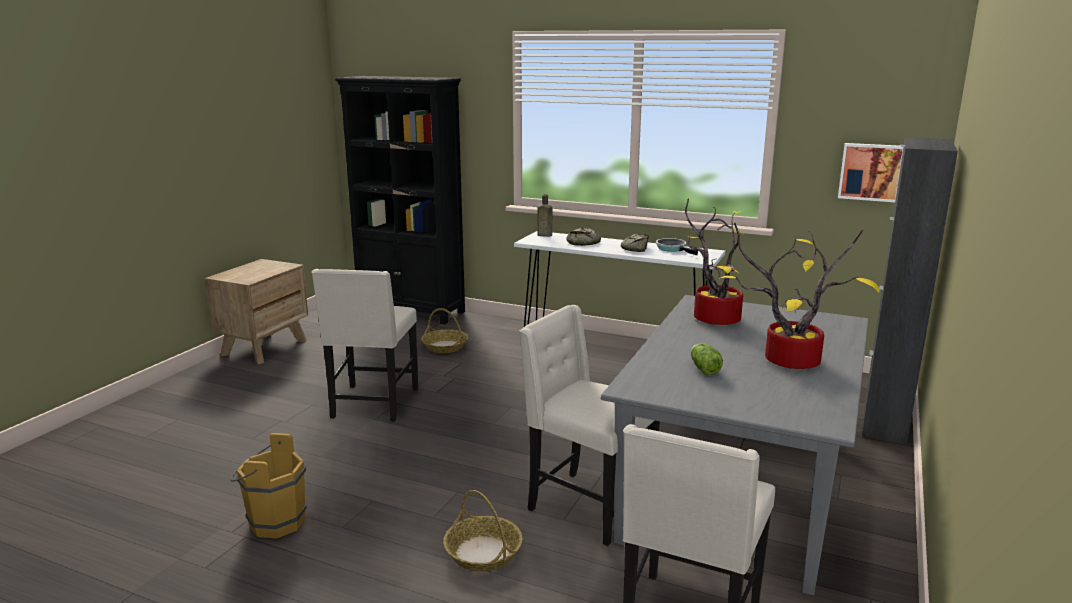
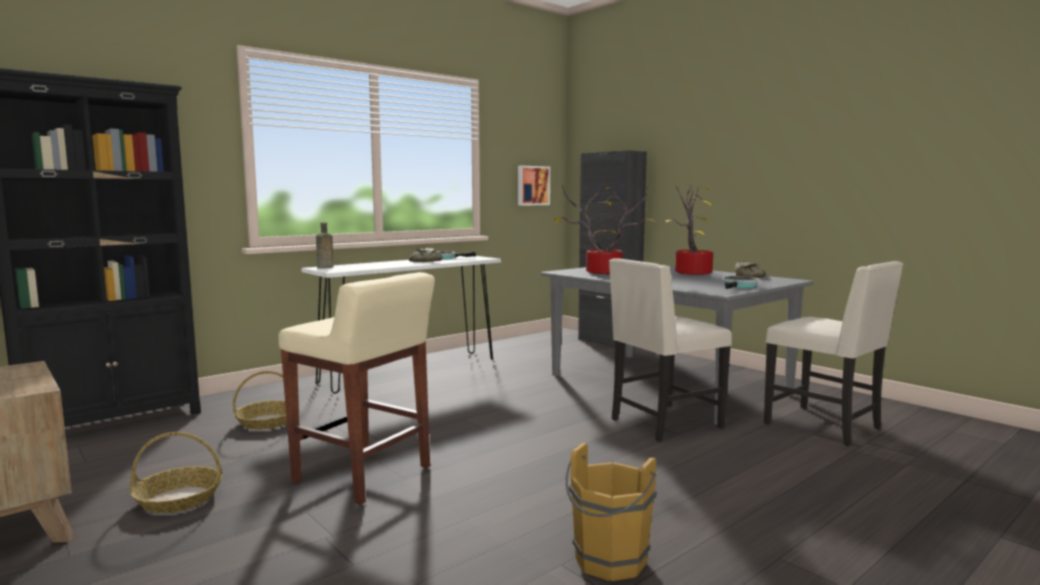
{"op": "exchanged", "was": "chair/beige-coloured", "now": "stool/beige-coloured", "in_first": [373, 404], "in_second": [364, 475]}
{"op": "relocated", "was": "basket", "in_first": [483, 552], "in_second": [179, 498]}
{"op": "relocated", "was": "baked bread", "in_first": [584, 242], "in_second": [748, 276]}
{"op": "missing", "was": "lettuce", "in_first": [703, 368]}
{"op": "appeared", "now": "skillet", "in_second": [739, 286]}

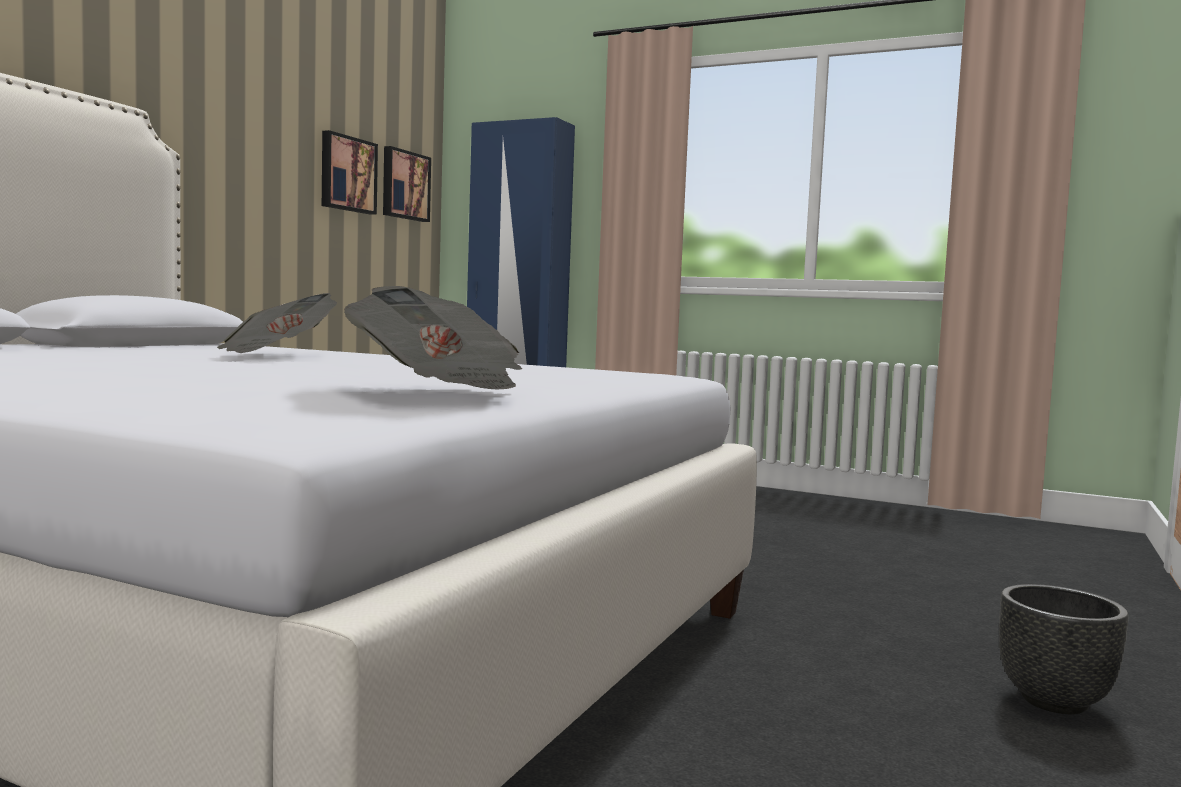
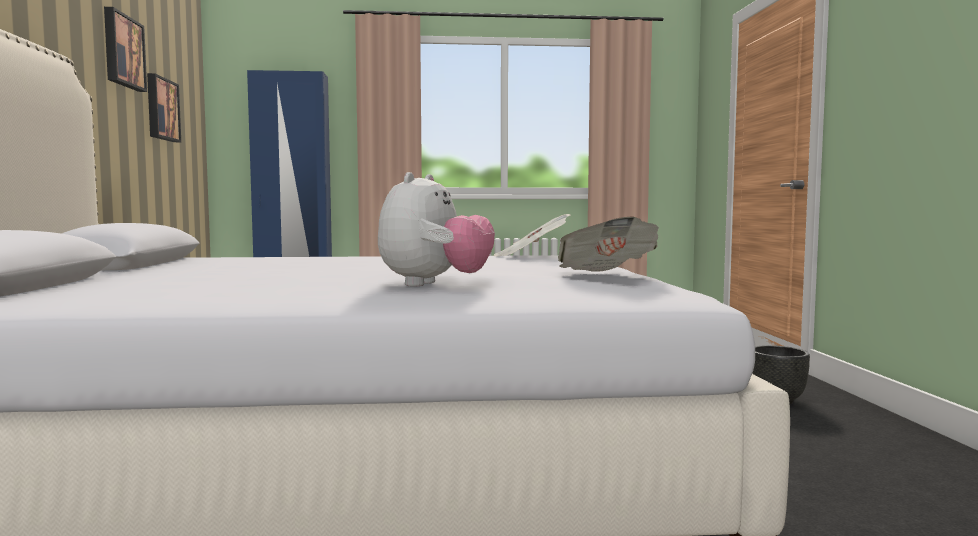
{"op": "relocated", "was": "newspaper", "in_first": [277, 356], "in_second": [531, 256]}
{"op": "relocated", "was": "wall art", "in_first": [404, 185], "in_second": [122, 51]}
{"op": "appeared", "now": "plush toy", "in_second": [434, 284]}

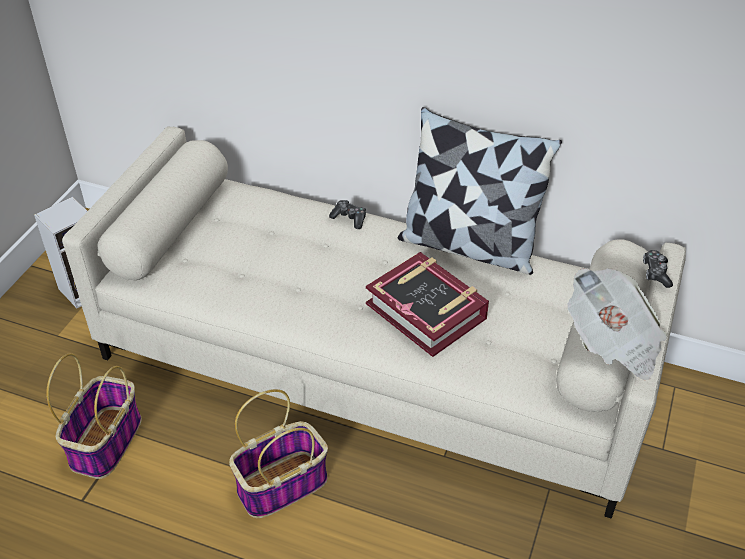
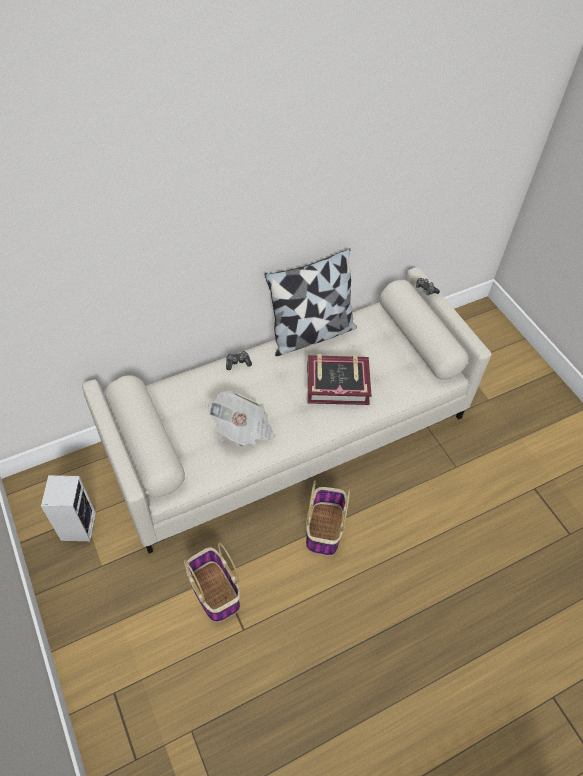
{"op": "relocated", "was": "newspaper", "in_first": [613, 342], "in_second": [243, 429]}

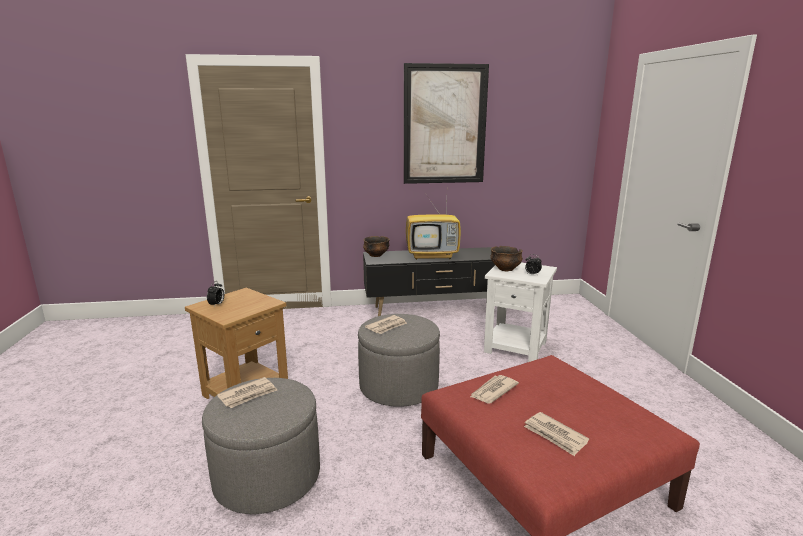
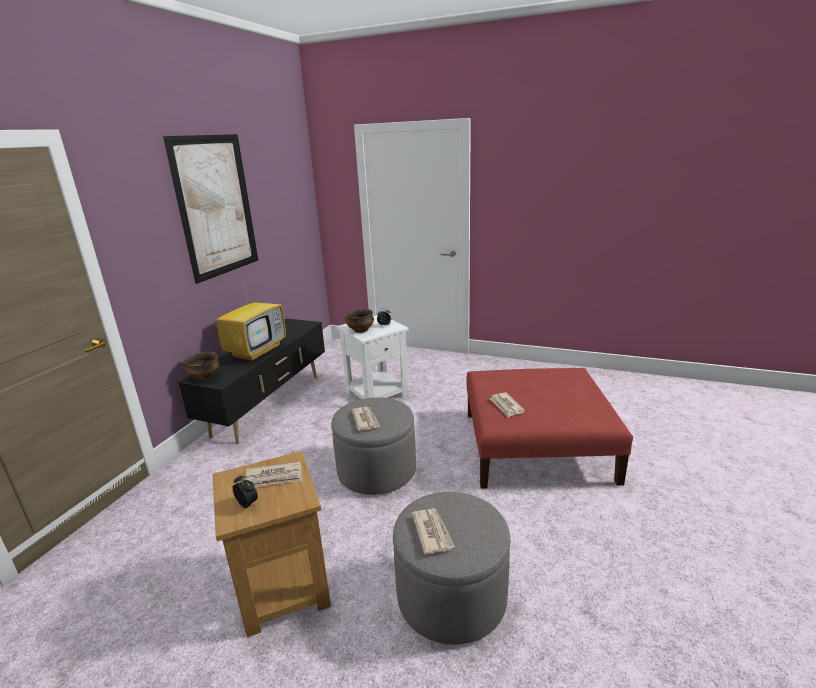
{"op": "relocated", "was": "newspaper", "in_first": [555, 435], "in_second": [274, 477]}

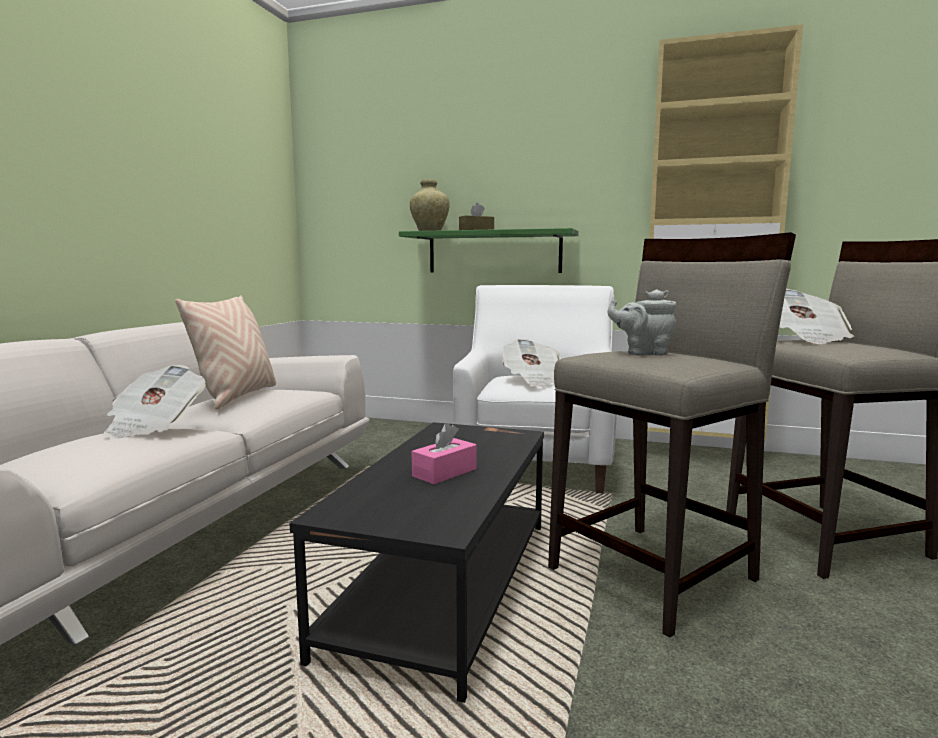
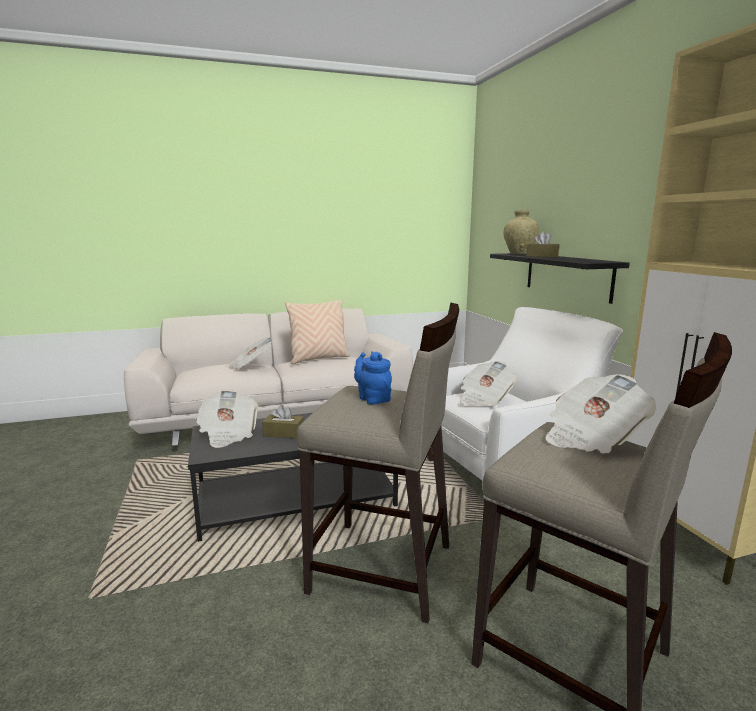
{"op": "colour", "was": "wall shelf/green-coloured", "now": "wall shelf/black-coloured", "in_first": [494, 252], "in_second": [567, 275]}
{"op": "colour", "was": "tissue box/pinkish", "now": "tissue box/brown", "in_first": [444, 472], "in_second": [283, 433]}
{"op": "colour", "was": "pot for tea/grey", "now": "pot for tea/bluish", "in_first": [643, 353], "in_second": [372, 398]}
{"op": "appeared", "now": "newspaper", "in_second": [228, 434]}

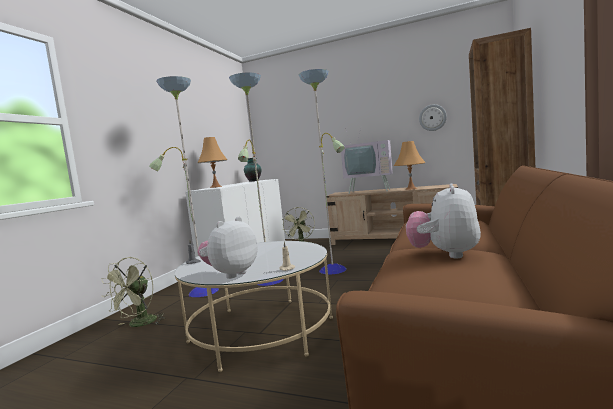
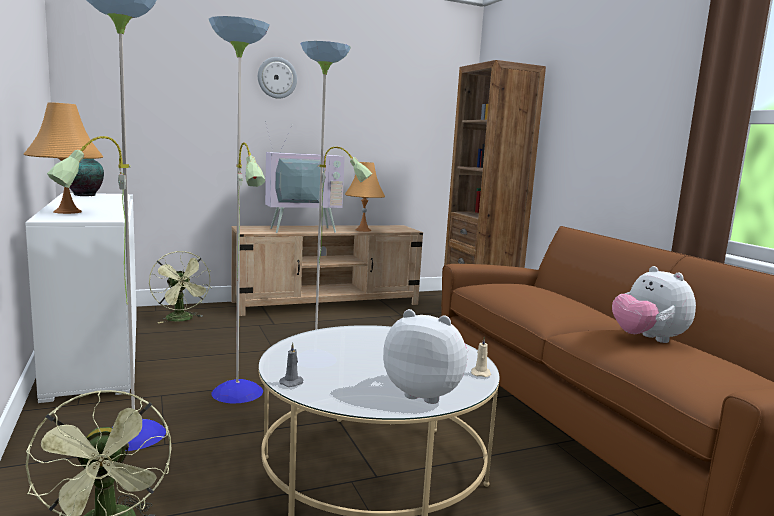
{"op": "spun", "was": "plush toy", "in_first": [231, 274], "in_second": [425, 393], "clockwise": 120}
{"op": "relocated", "was": "wall clock", "in_first": [432, 117], "in_second": [277, 78]}

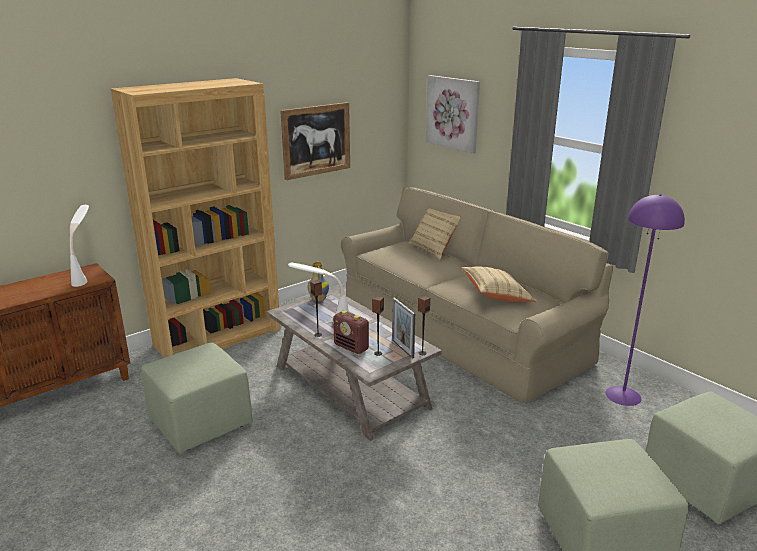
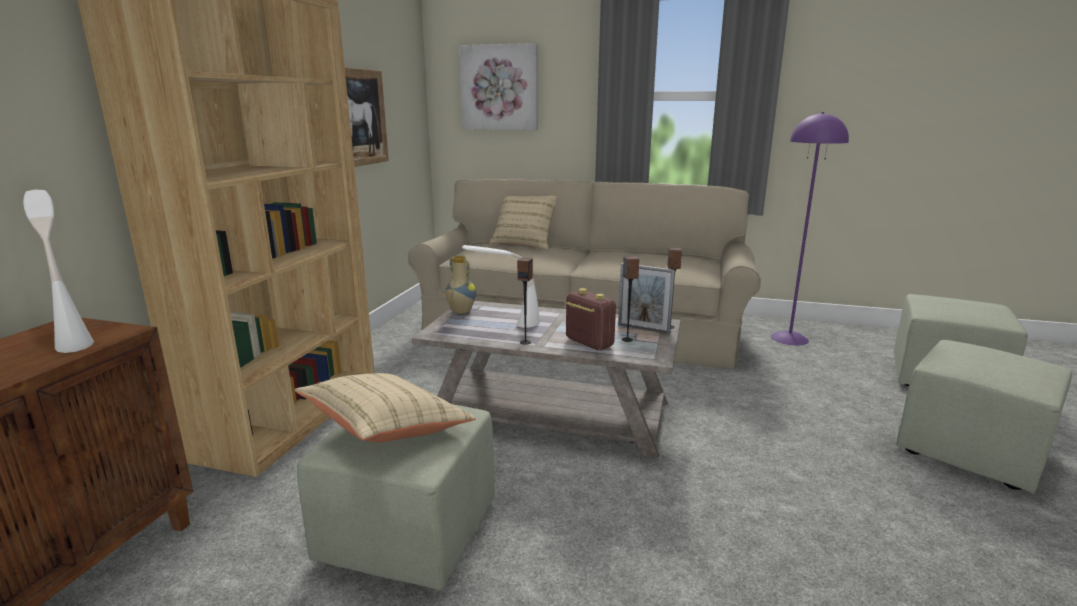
{"op": "spun", "was": "radio", "in_first": [351, 347], "in_second": [588, 343], "clockwise": -135}
{"op": "relocated", "was": "cushion/beige-coloured", "in_first": [496, 295], "in_second": [387, 429]}

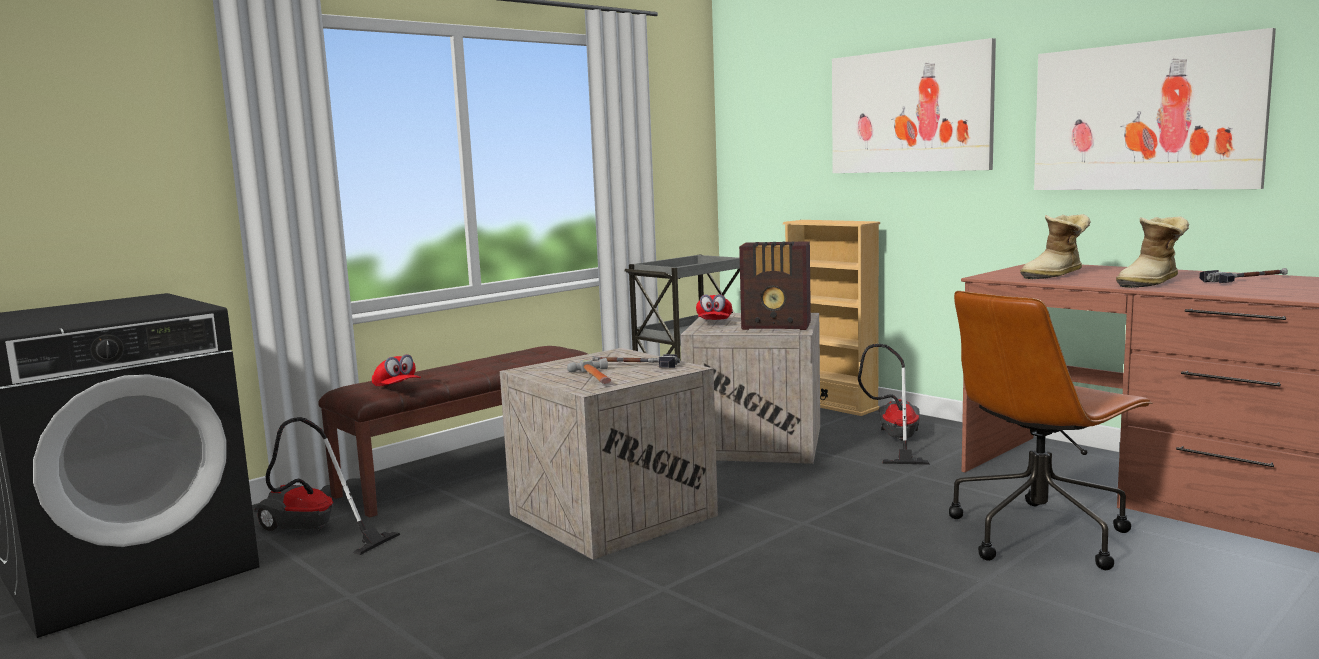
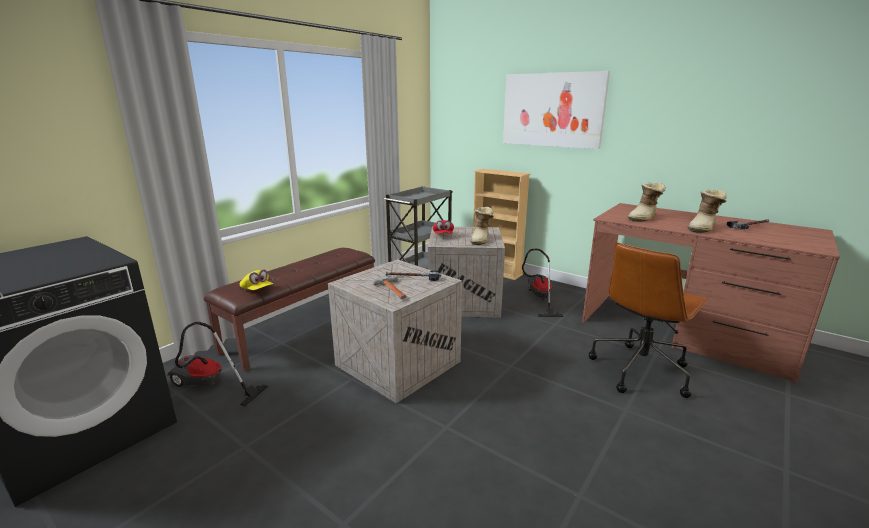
{"op": "colour", "was": "cap/reddish", "now": "cap/yellow-coloured", "in_first": [397, 388], "in_second": [257, 290]}
{"op": "exchanged", "was": "radio", "now": "boot", "in_first": [777, 326], "in_second": [481, 239]}
{"op": "missing", "was": "wall art", "in_first": [1145, 116]}

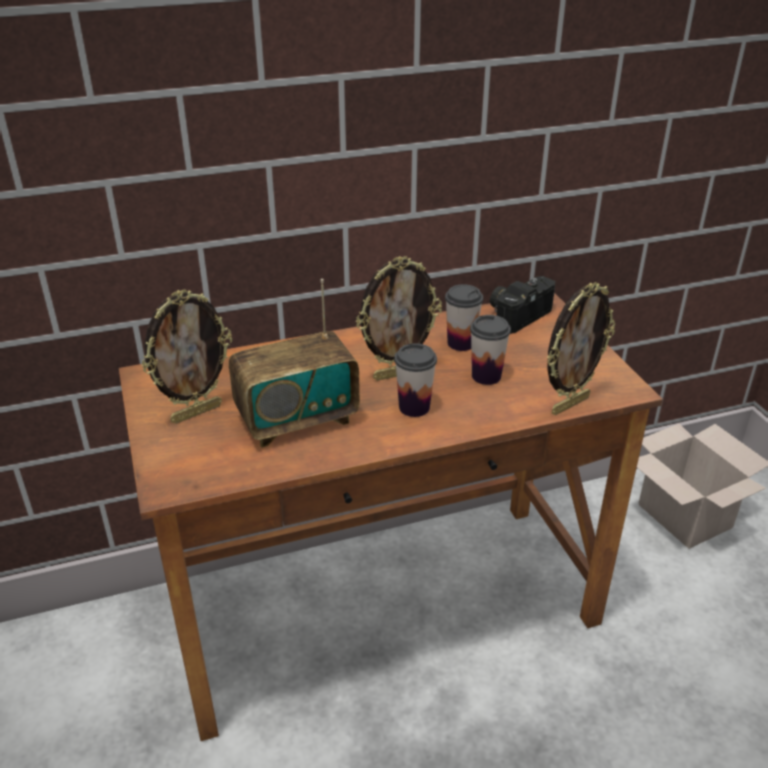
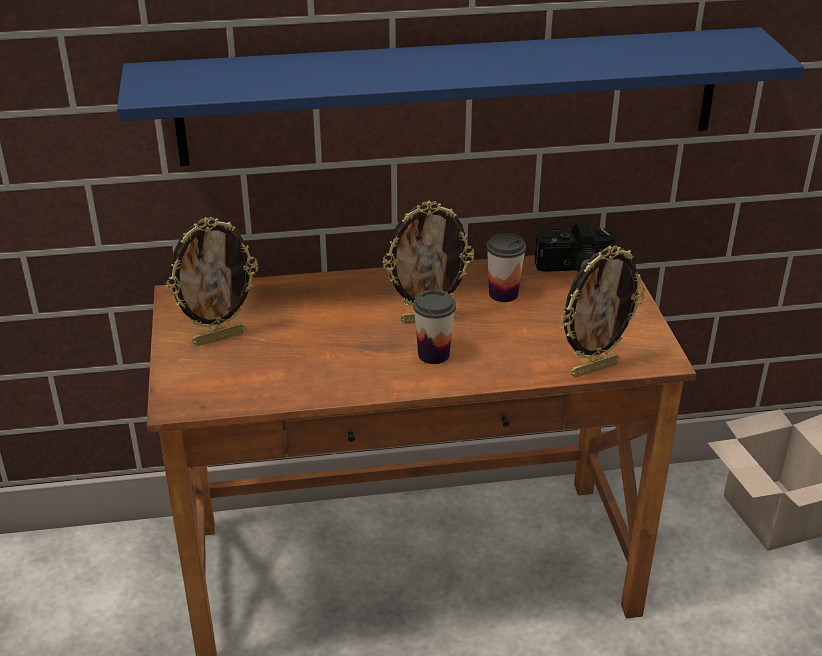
{"op": "missing", "was": "radio", "in_first": [297, 420]}
{"op": "missing", "was": "drinking cup", "in_first": [486, 376]}
{"op": "spun", "was": "photo camera", "in_first": [517, 314], "in_second": [574, 269], "clockwise": -150}
{"op": "appeared", "now": "wall shelf/bluish", "in_second": [451, 96]}

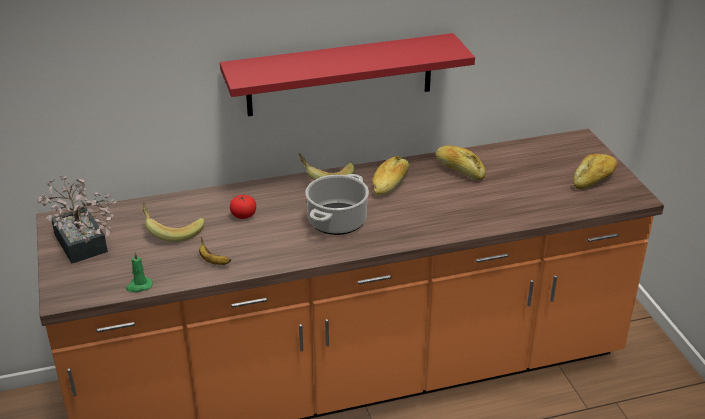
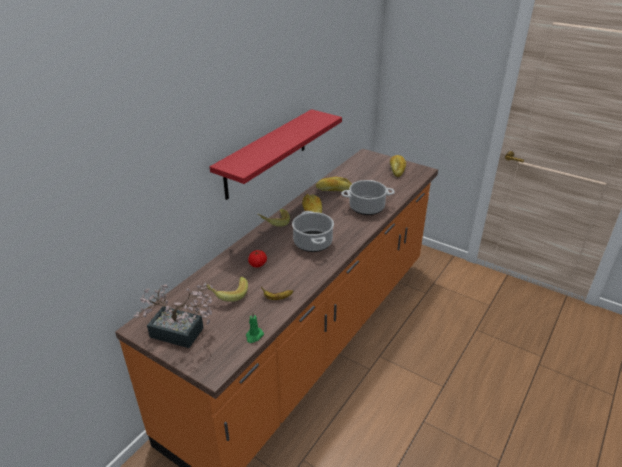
{"op": "appeared", "now": "cooking pot", "in_second": [367, 207]}

